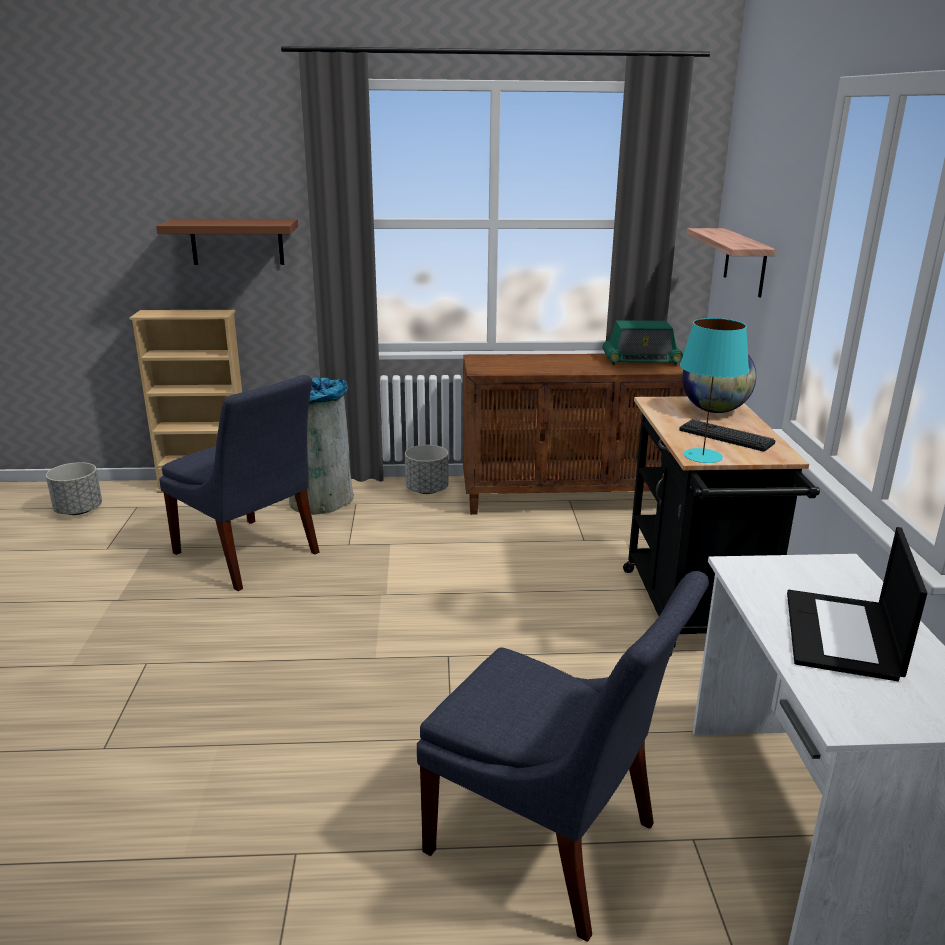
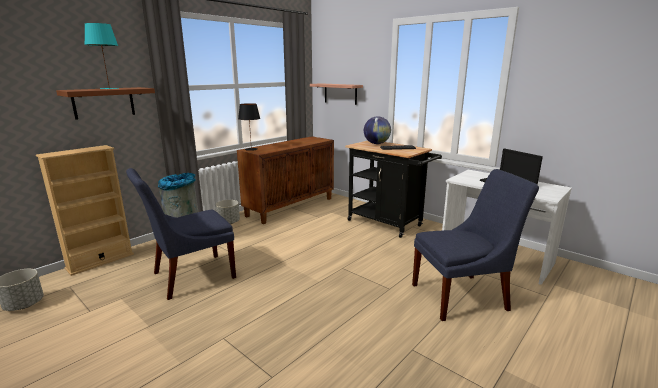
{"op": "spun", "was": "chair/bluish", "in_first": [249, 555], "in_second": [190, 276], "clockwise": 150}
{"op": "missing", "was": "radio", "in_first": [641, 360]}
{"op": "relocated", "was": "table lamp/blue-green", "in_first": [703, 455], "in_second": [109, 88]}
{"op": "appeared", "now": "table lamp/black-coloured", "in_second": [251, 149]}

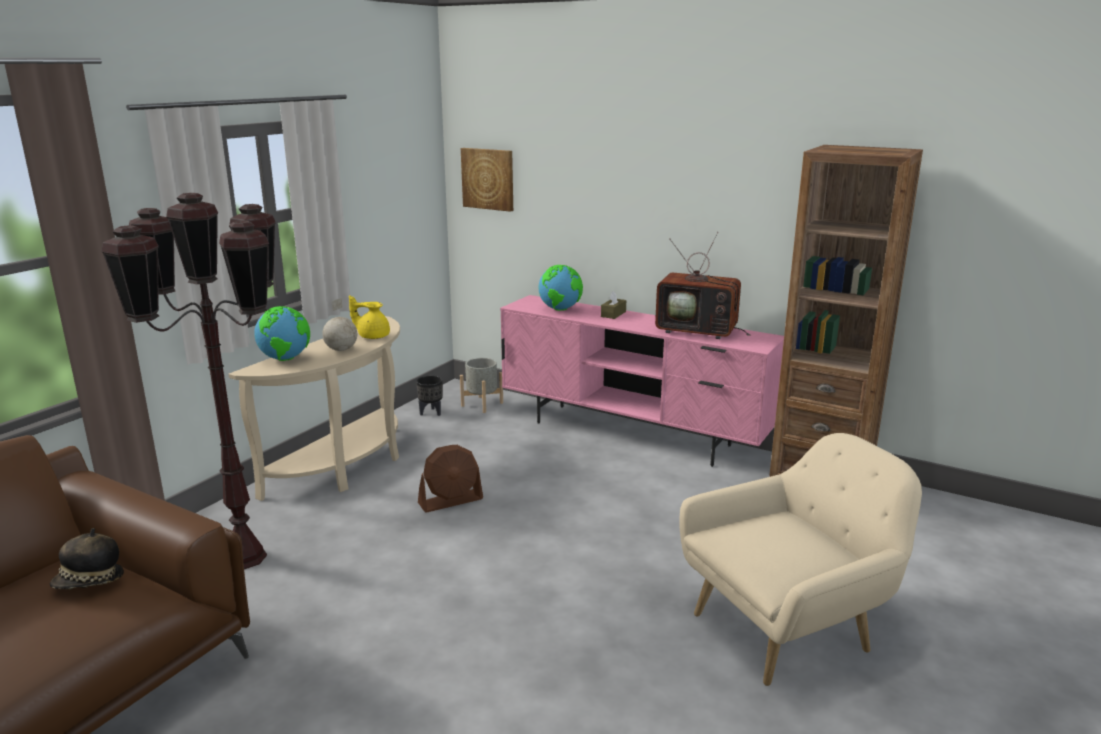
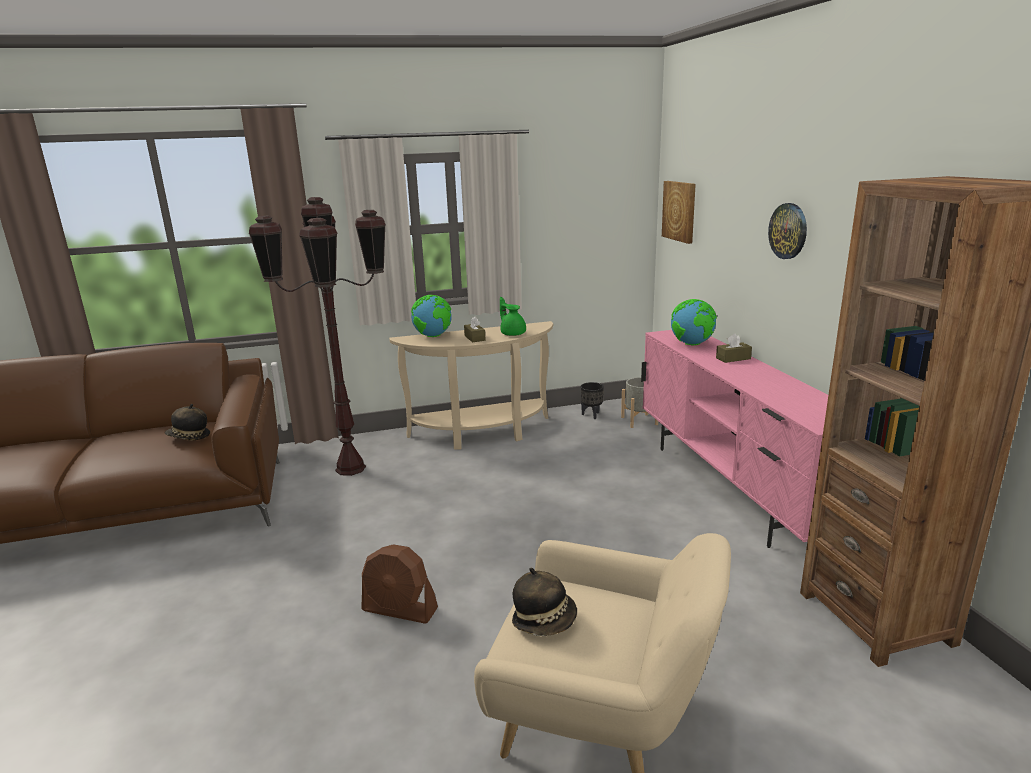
{"op": "exchanged", "was": "globe", "now": "tissue box/brown", "in_first": [341, 350], "in_second": [474, 338]}
{"op": "colour", "was": "pot for tea/yellow-coloured", "now": "pot for tea/green-coloured", "in_first": [372, 336], "in_second": [512, 333]}
{"op": "relocated", "was": "fan/brown", "in_first": [451, 501], "in_second": [400, 609]}
{"op": "missing", "was": "television", "in_first": [699, 331]}
{"op": "appeared", "now": "hat", "in_second": [545, 620]}
{"op": "appeared", "now": "wall clock", "in_second": [788, 231]}

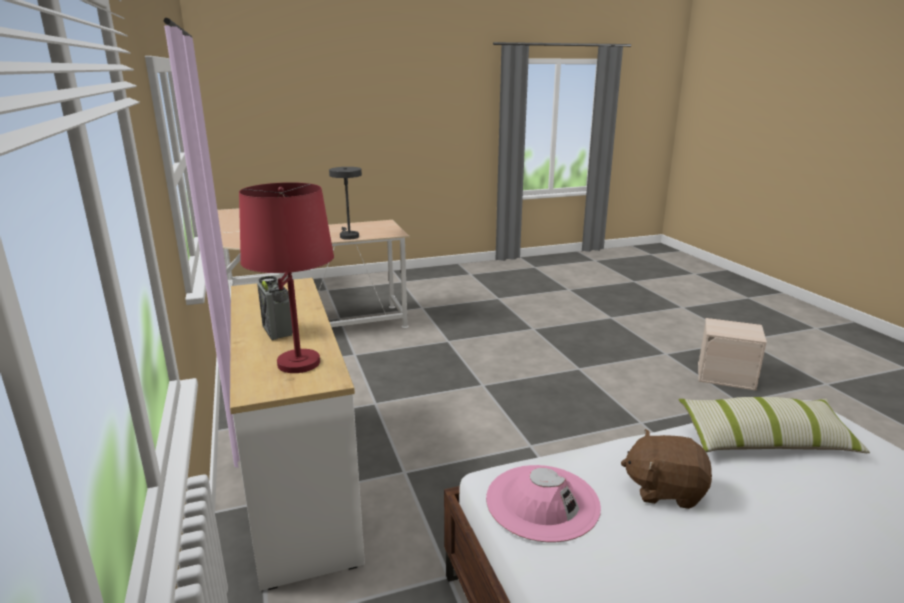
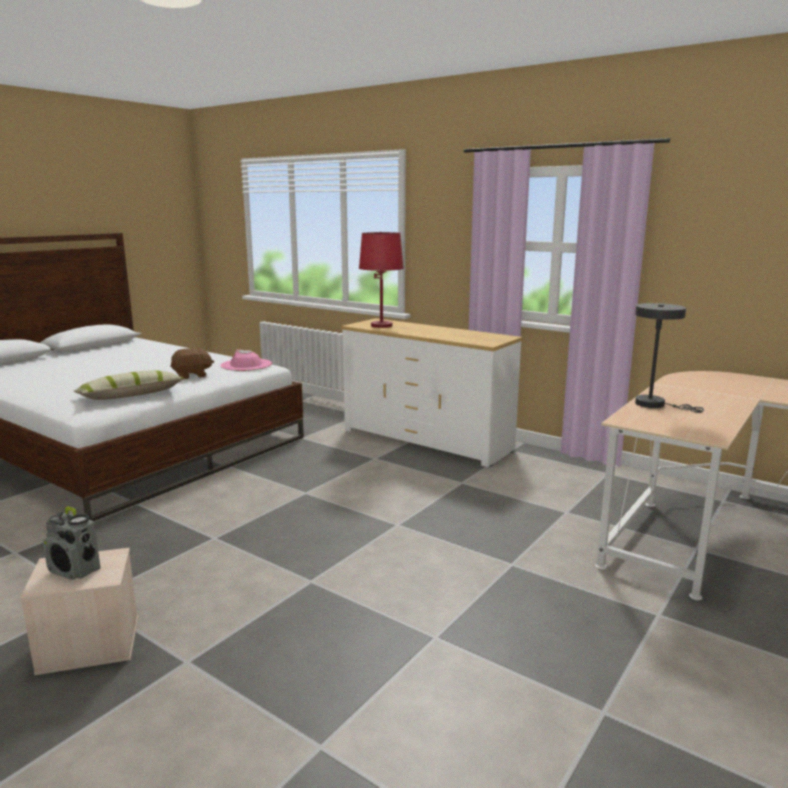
{"op": "relocated", "was": "radio", "in_first": [279, 331], "in_second": [75, 570]}

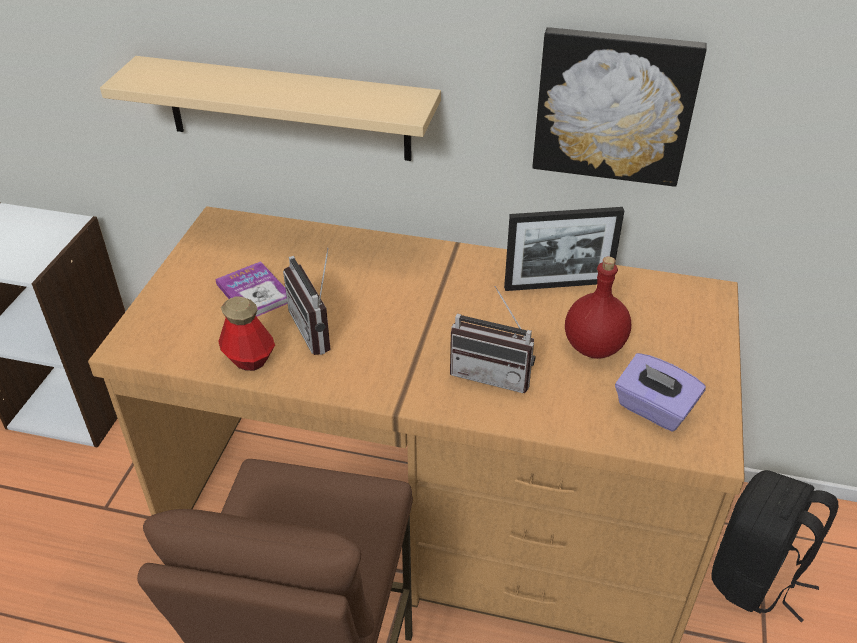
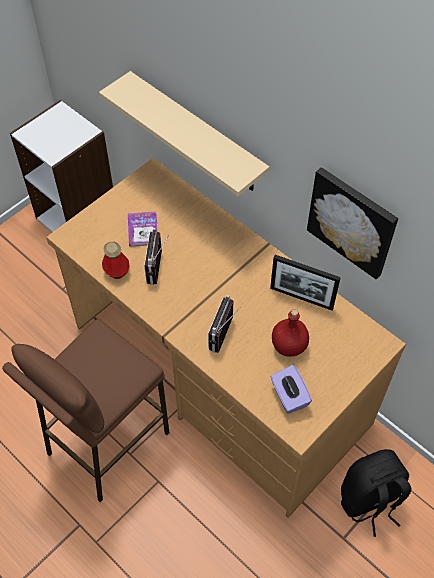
{"op": "spun", "was": "radio", "in_first": [493, 373], "in_second": [226, 336], "clockwise": 60}

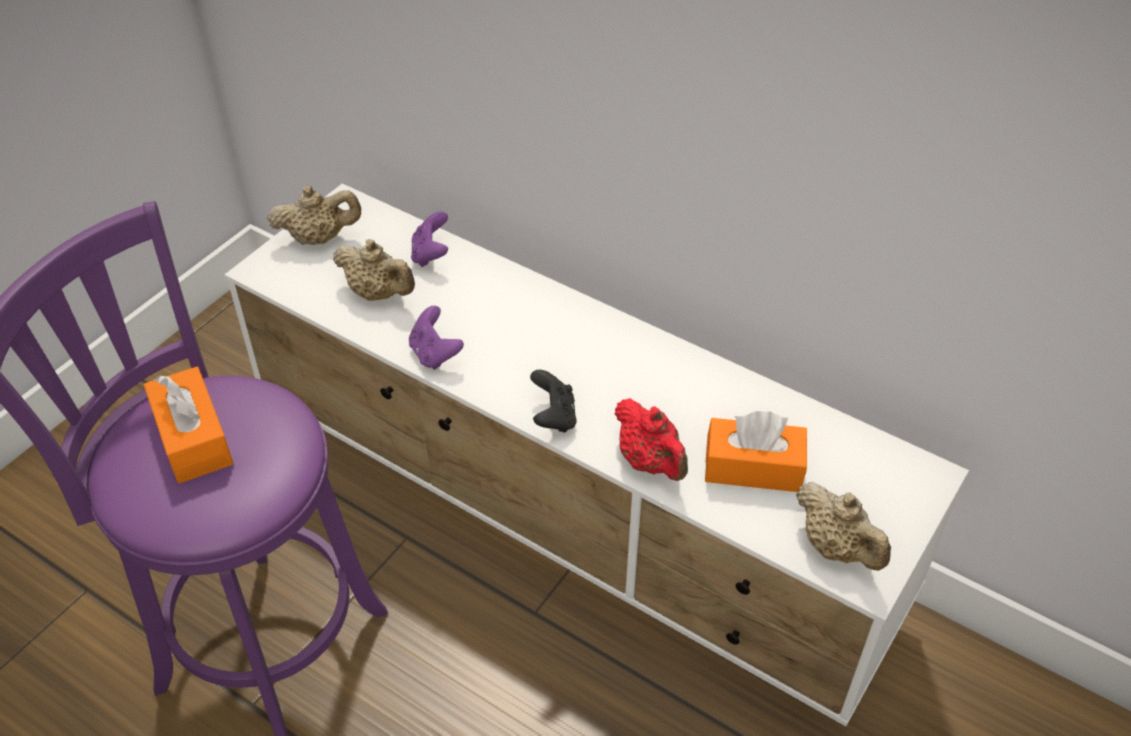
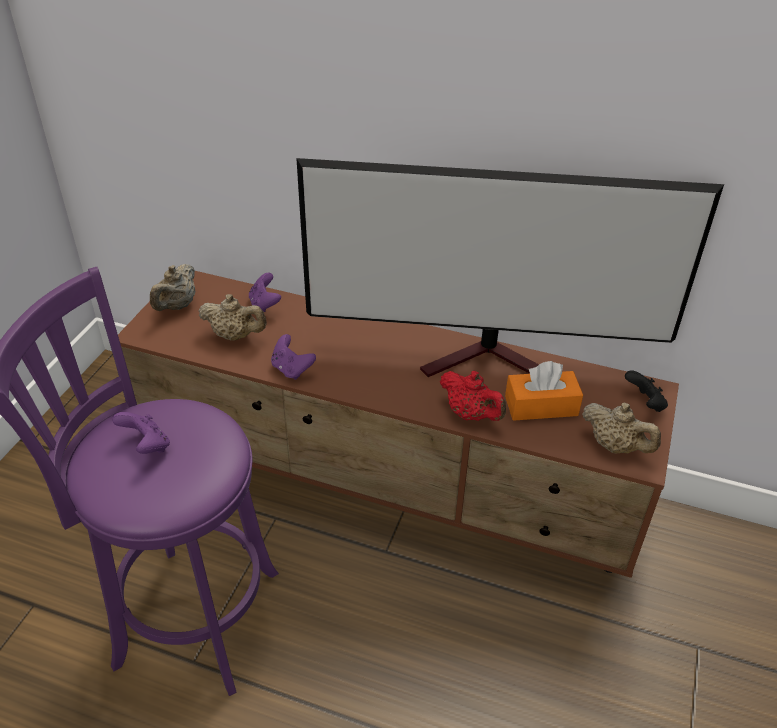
{"op": "exchanged", "was": "tissue box/orange", "now": "gamepad/purplish", "in_first": [193, 438], "in_second": [147, 446]}
{"op": "colour", "was": "media console/white-coloured", "now": "media console/brown", "in_first": [569, 516], "in_second": [389, 481]}
{"op": "spun", "was": "pot for tea/beige-coloured", "in_first": [319, 238], "in_second": [177, 306], "clockwise": 135}
{"op": "relocated", "was": "gamepad/black-coloured", "in_first": [553, 417], "in_second": [644, 403]}
{"op": "appeared", "now": "television", "in_second": [493, 360]}

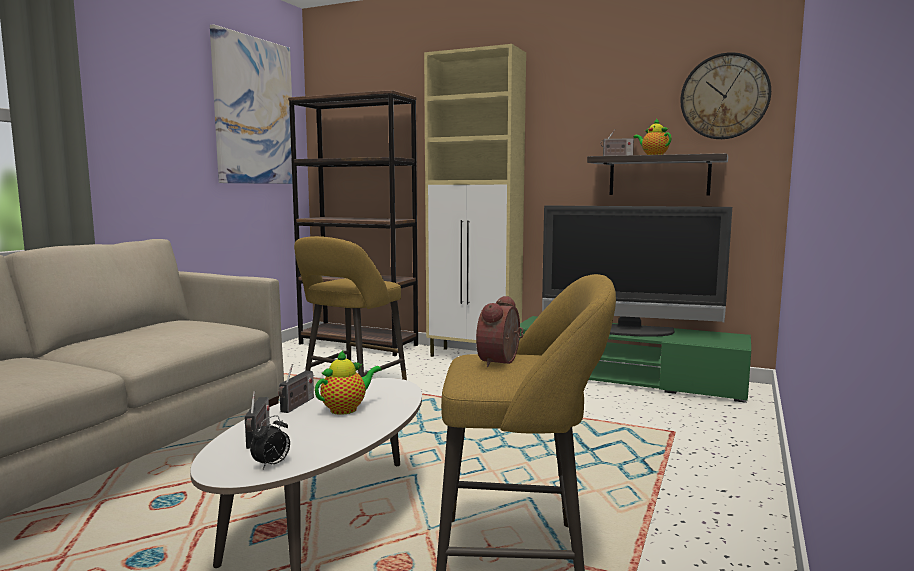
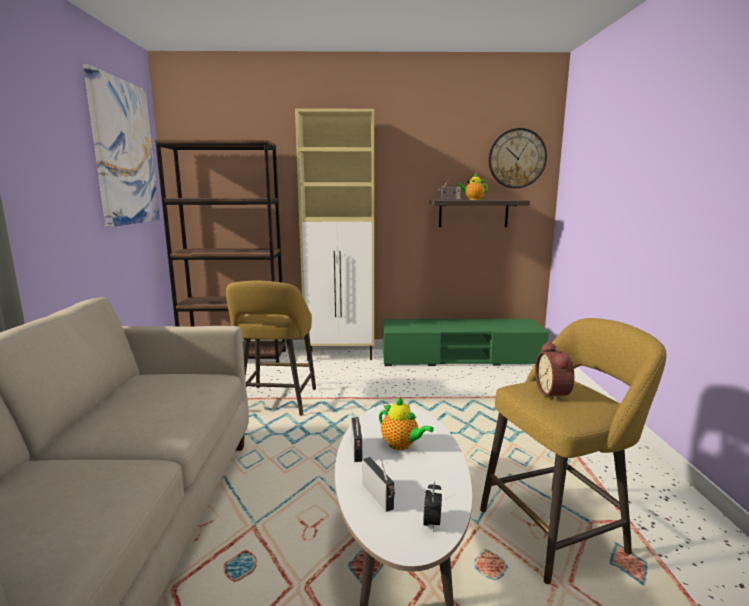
{"op": "spun", "was": "pot for tea", "in_first": [346, 409], "in_second": [401, 445], "clockwise": 105}
{"op": "missing", "was": "television", "in_first": [629, 331]}

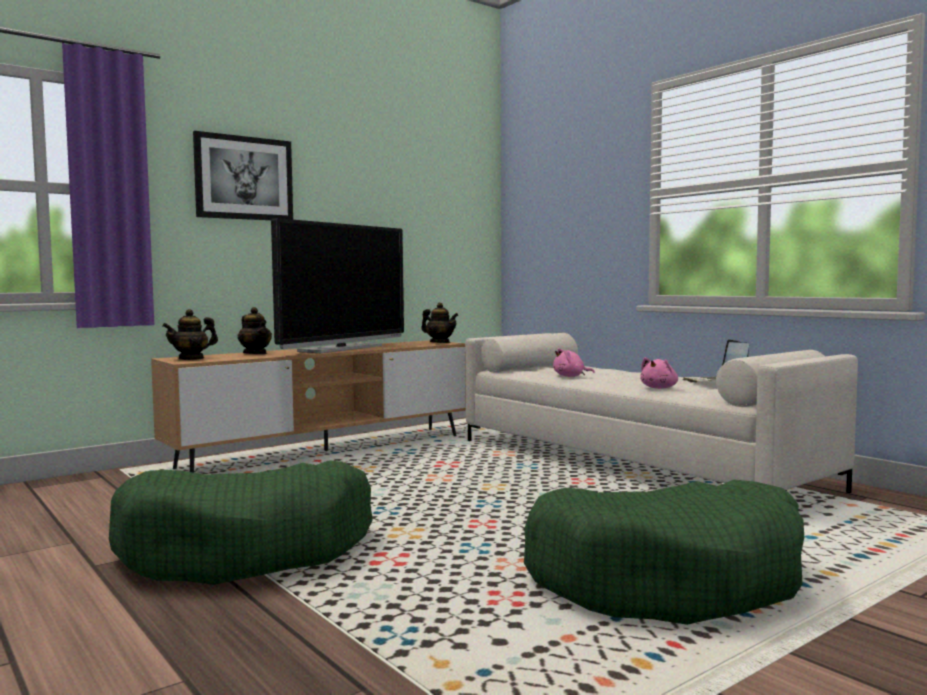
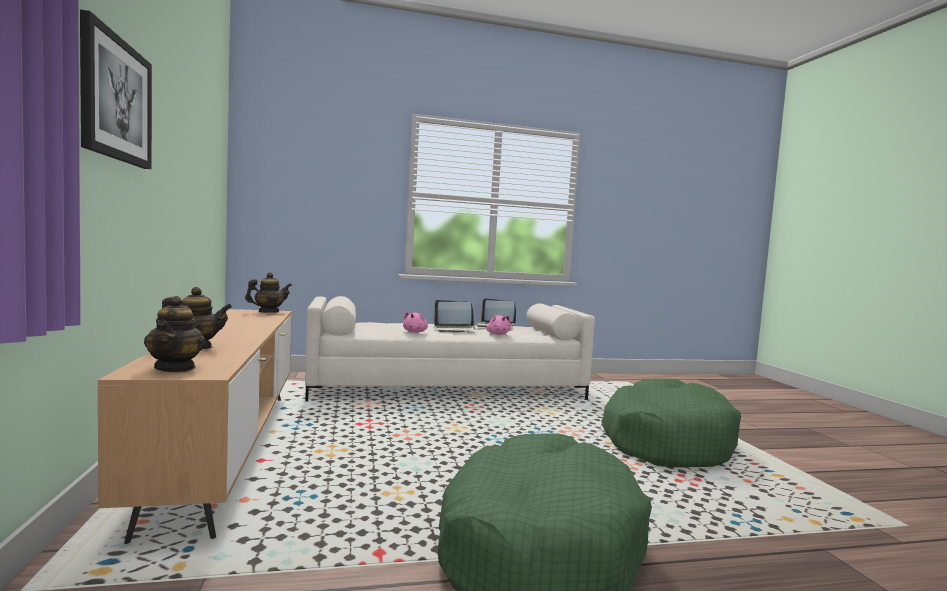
{"op": "missing", "was": "television", "in_first": [341, 348]}
{"op": "appeared", "now": "portable computer", "in_second": [454, 329]}

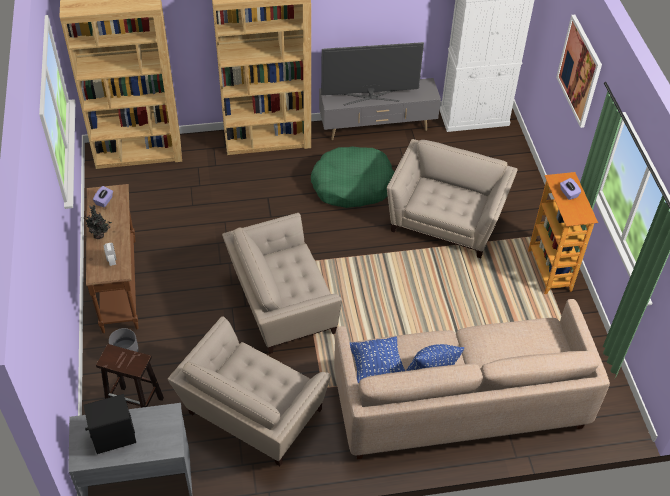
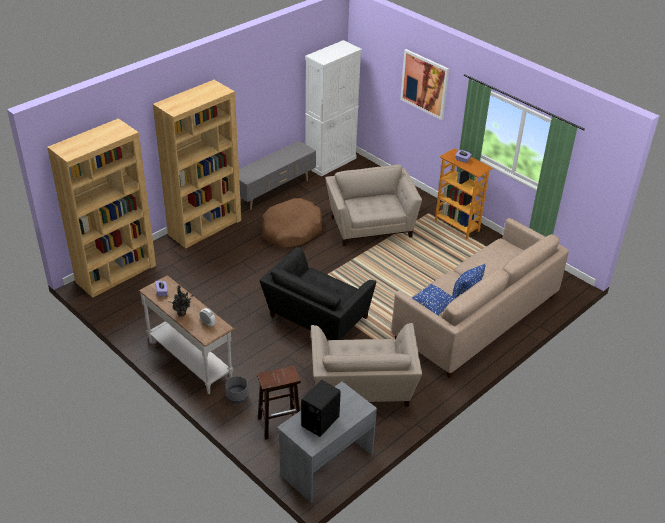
{"op": "colour", "was": "hall table/brown", "now": "hall table/white-coloured", "in_first": [120, 285], "in_second": [190, 359]}
{"op": "colour", "was": "easy chair/beige-coloured", "now": "easy chair/black-coloured", "in_first": [281, 306], "in_second": [316, 319]}
{"op": "colour", "was": "pet bed/green-coloured", "now": "pet bed/brown", "in_first": [352, 185], "in_second": [291, 230]}
{"op": "missing", "was": "television", "in_first": [370, 97]}

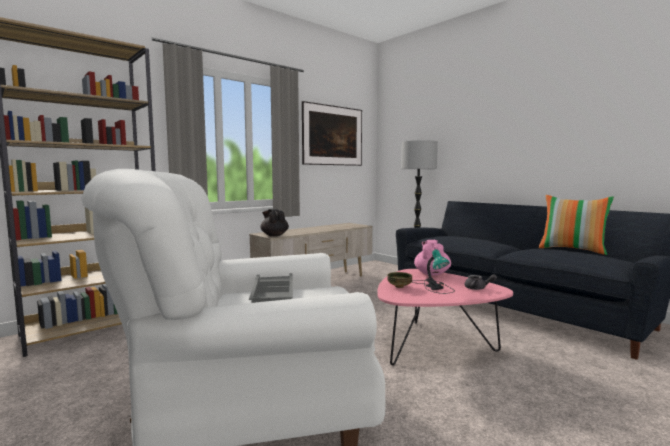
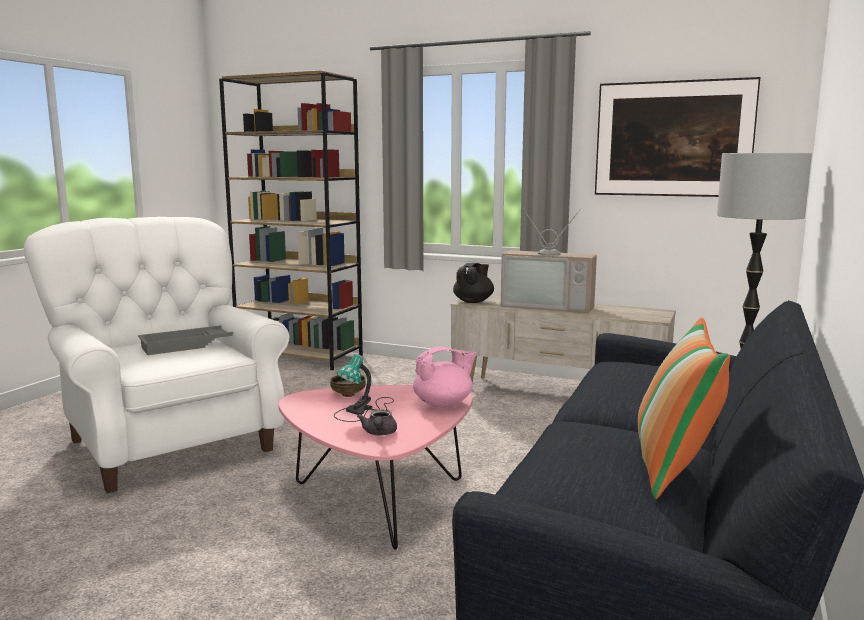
{"op": "appeared", "now": "television", "in_second": [549, 306]}

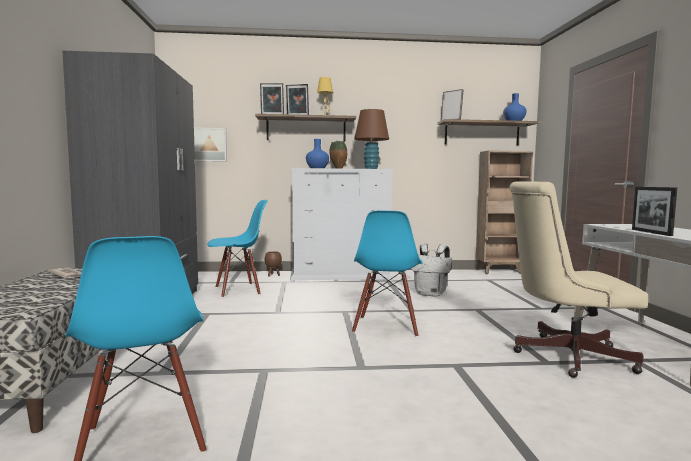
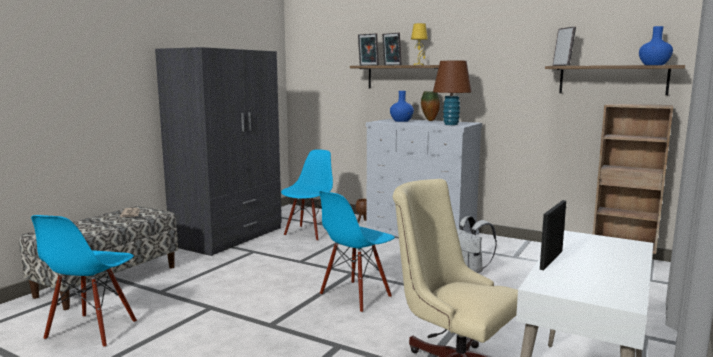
{"op": "missing", "was": "wall art", "in_first": [209, 144]}
{"op": "spun", "was": "chair/bluish", "in_first": [238, 290], "in_second": [309, 233], "clockwise": -75}

